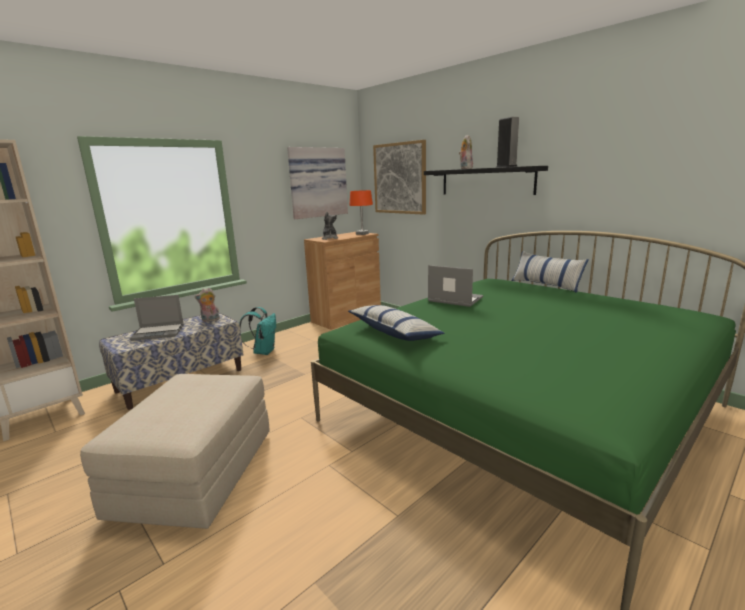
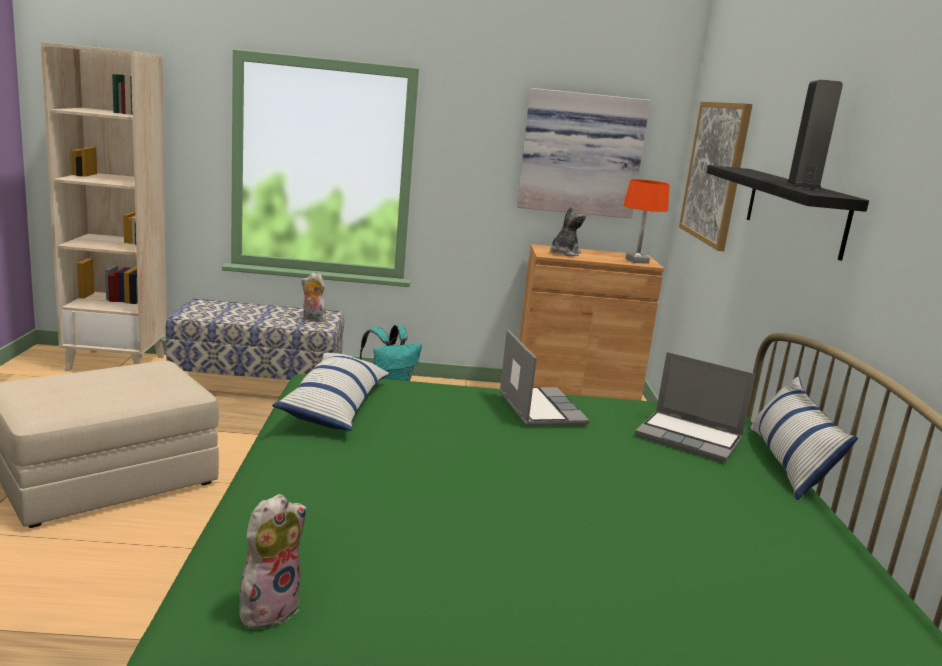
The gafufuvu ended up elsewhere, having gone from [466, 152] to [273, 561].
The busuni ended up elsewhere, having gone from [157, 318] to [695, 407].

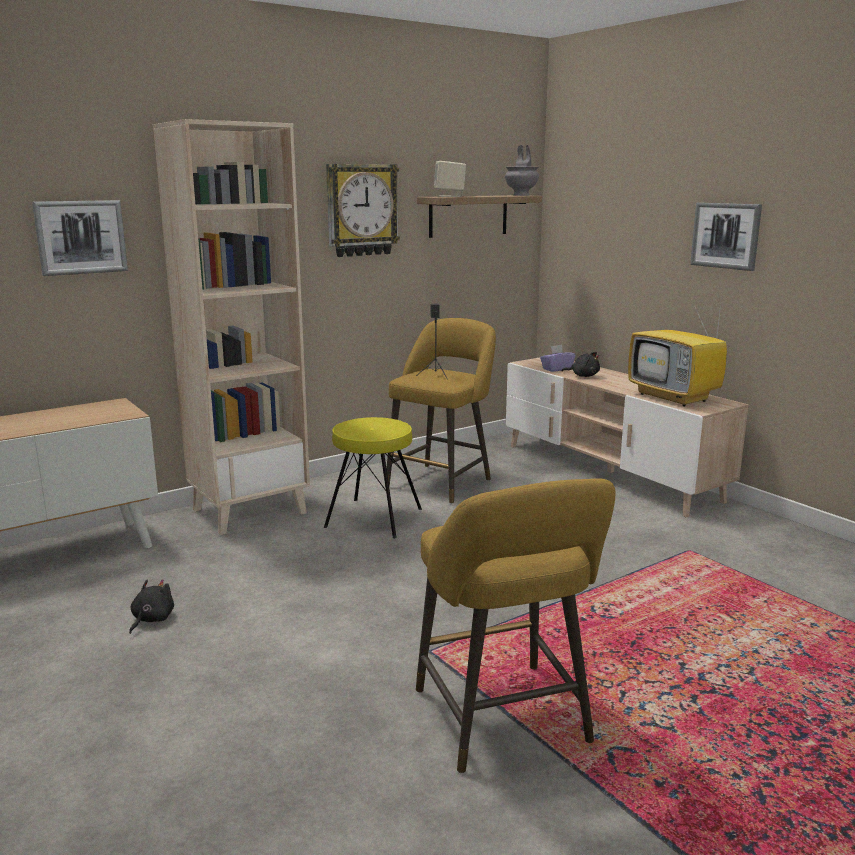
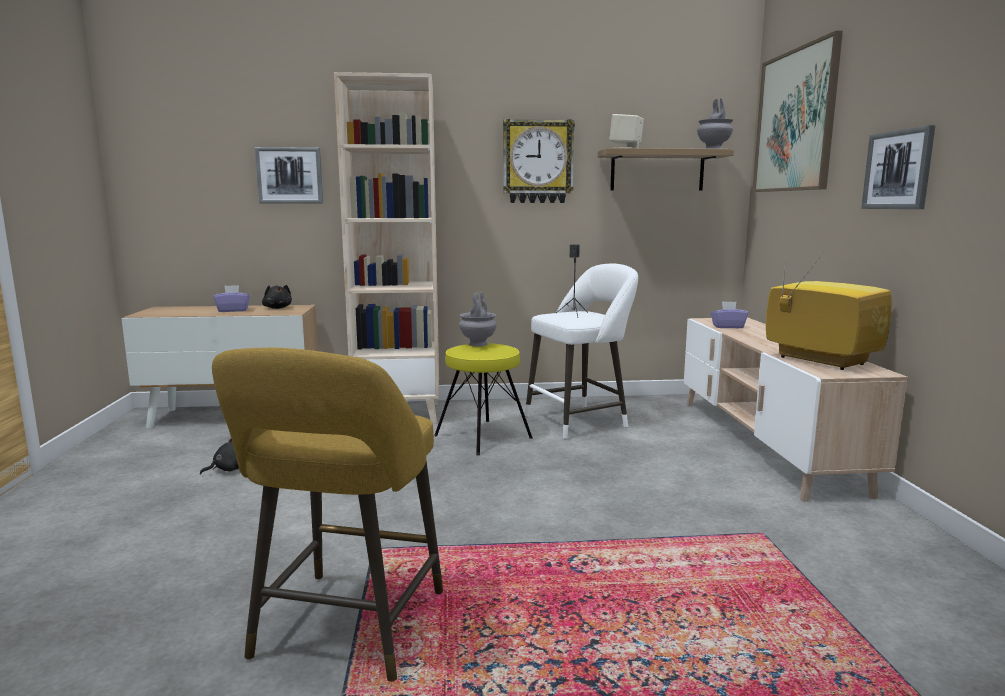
The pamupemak at [677, 350] ended up facing another way, 150 degrees clockwise from before.
What was the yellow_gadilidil at [441, 411] turned into the white_gadilidil at [581, 352].
The black_gafufuvu ended up elsewhere, having gone from [581, 364] to [277, 297].
The second view gained the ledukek at [797, 111].
The second view gained the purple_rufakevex at [231, 298].
The second view gained the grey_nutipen at [478, 319].

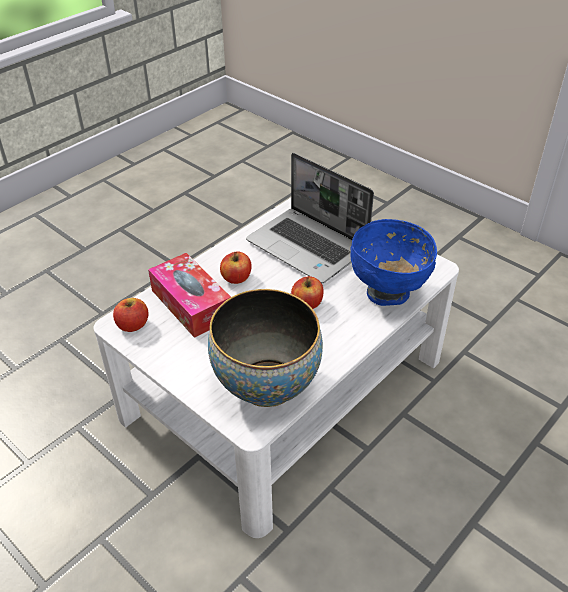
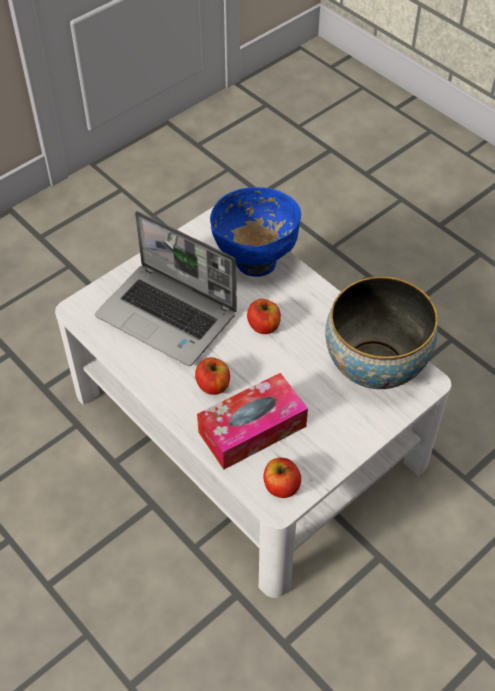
The busuni at [310, 218] ended up facing another way, 75 degrees clockwise from before.

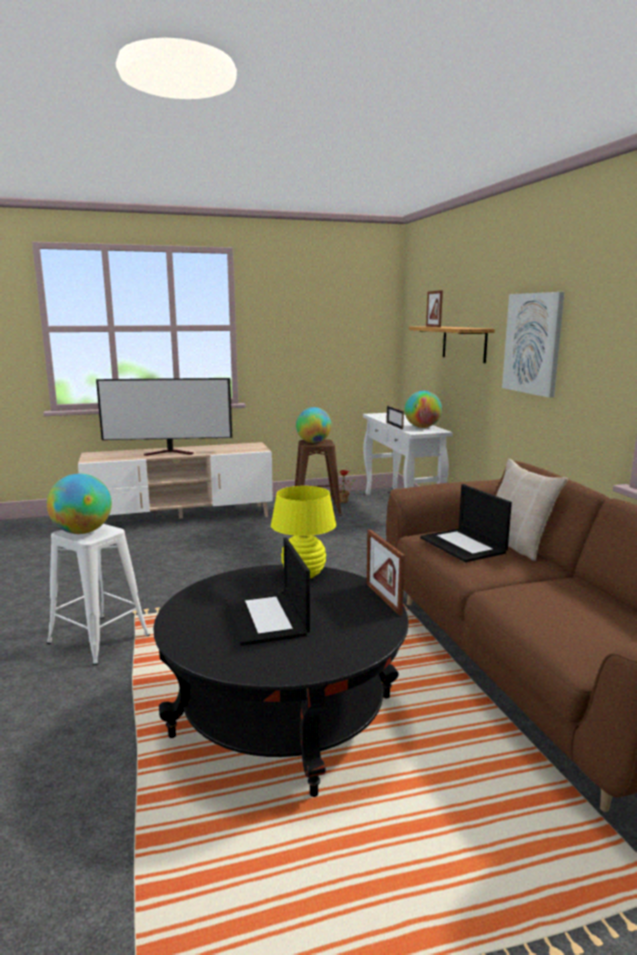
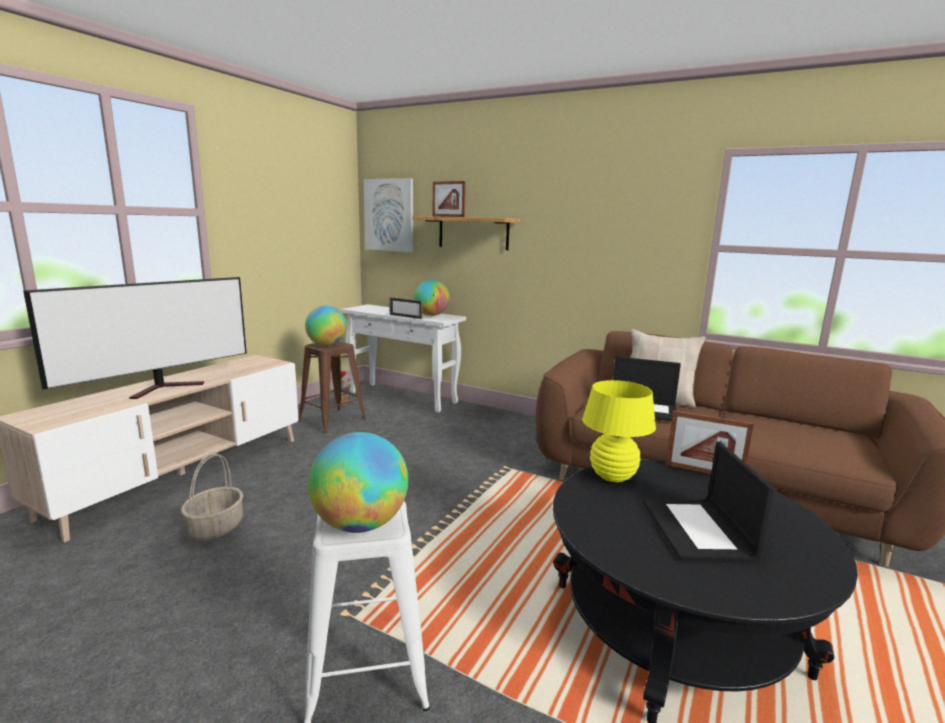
The ledukek ended up elsewhere, having gone from [533, 345] to [388, 215].
The busuni at [268, 591] ended up facing another way, 60 degrees clockwise from before.
The second view gained the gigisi at [212, 496].

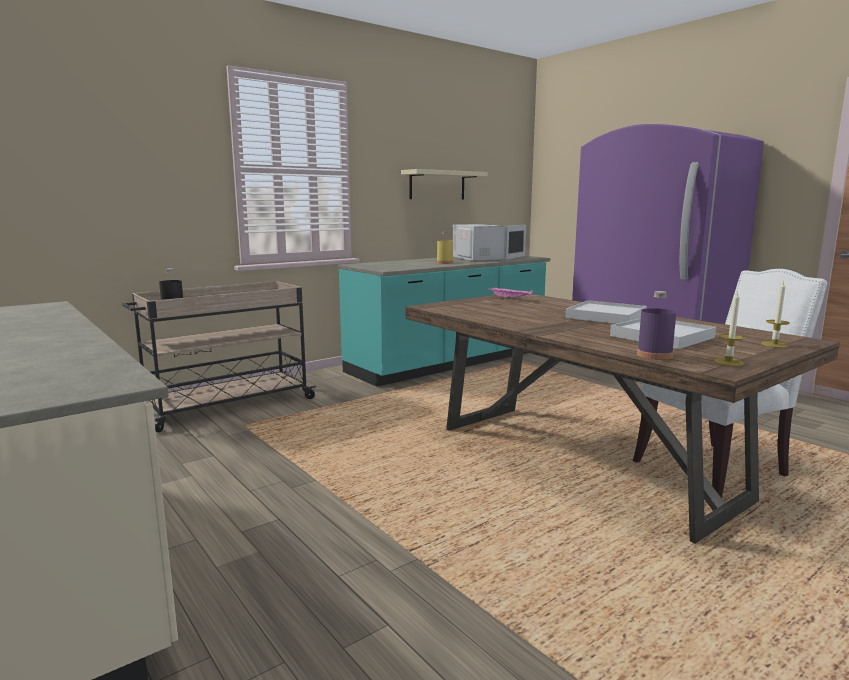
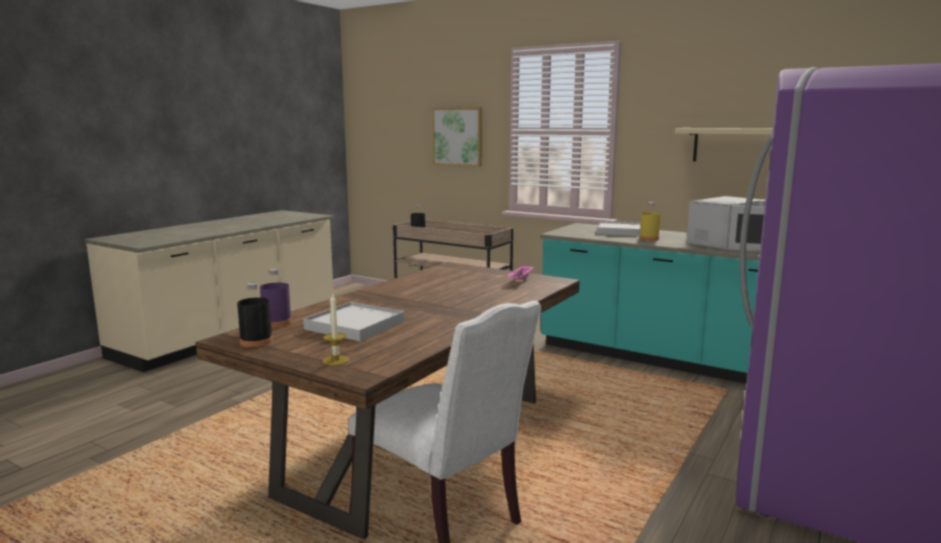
Where the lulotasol stood at [729, 328], the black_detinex came to stand at [255, 315].
The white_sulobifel ended up elsewhere, having gone from [606, 312] to [619, 228].
The second view gained the ledukek at [457, 137].

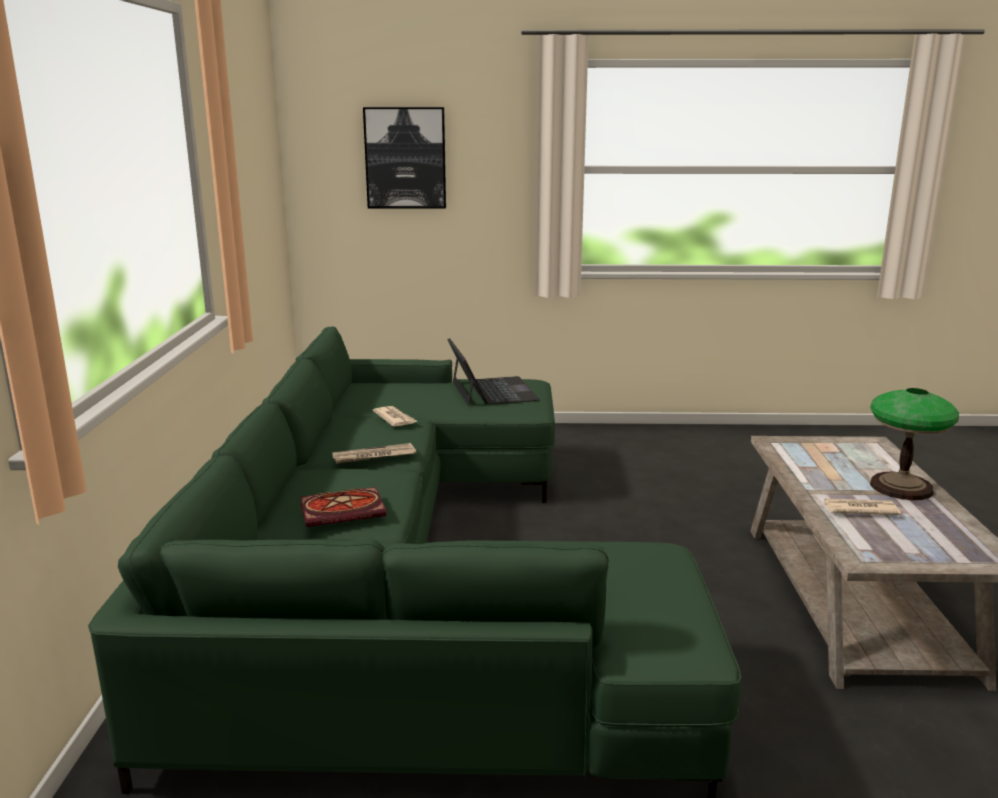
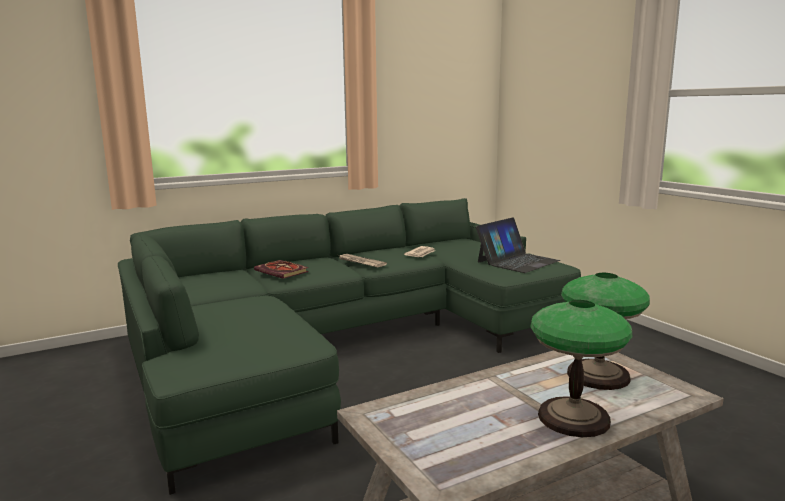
The second view lost the ledukek at [404, 158].
The second view lost the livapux at [862, 506].
The second view gained the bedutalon at [605, 331].

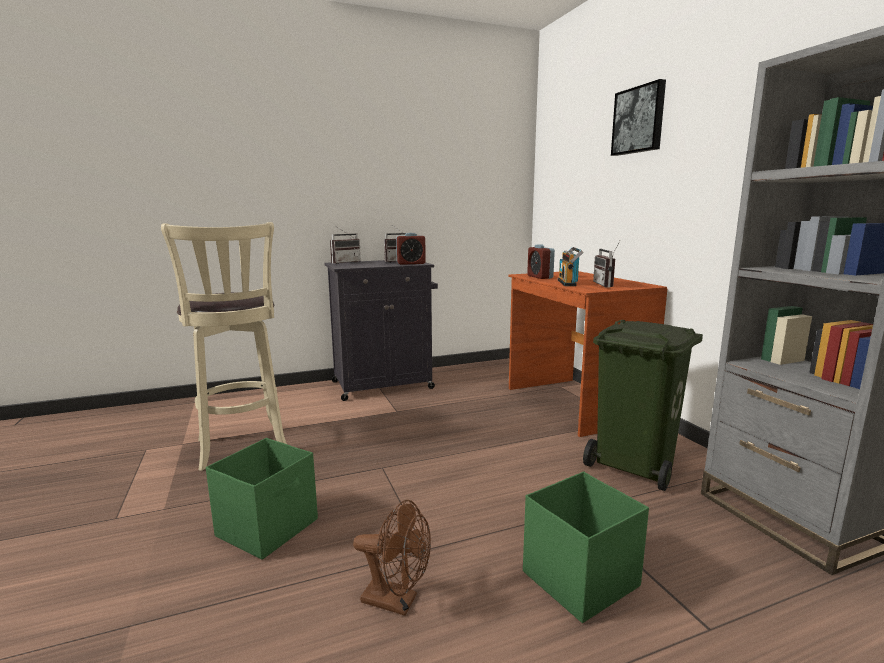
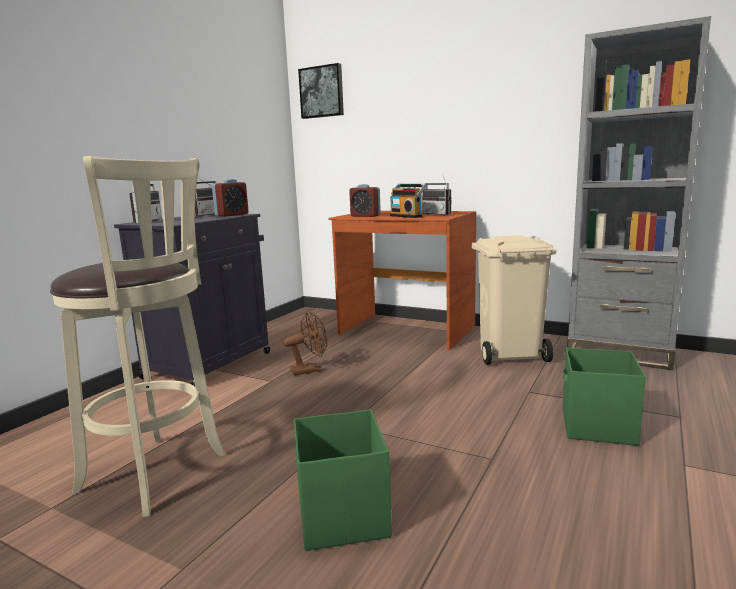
The ledukek ended up elsewhere, having gone from [638, 117] to [321, 91].
What was the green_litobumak at [643, 405] turned into the beige_litobumak at [513, 300].
The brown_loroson ended up elsewhere, having gone from [392, 558] to [305, 343].

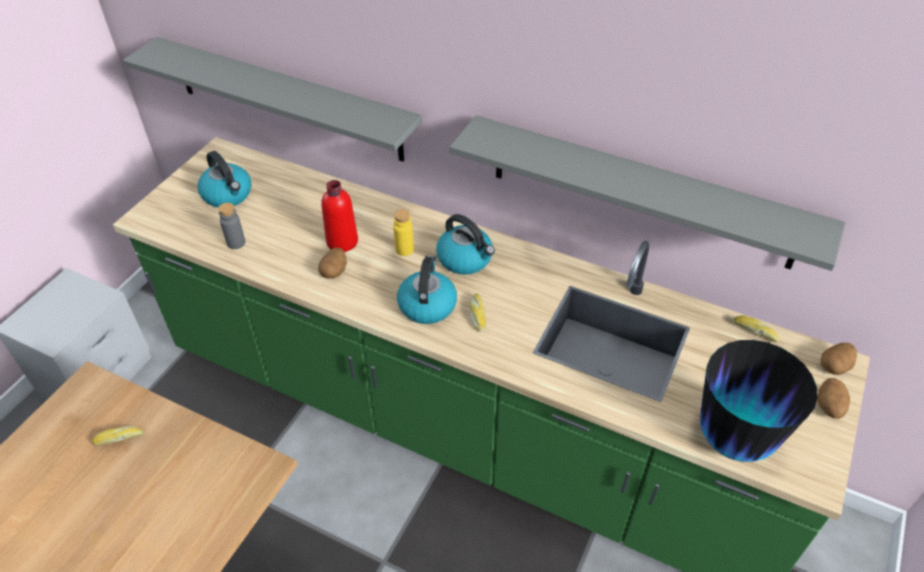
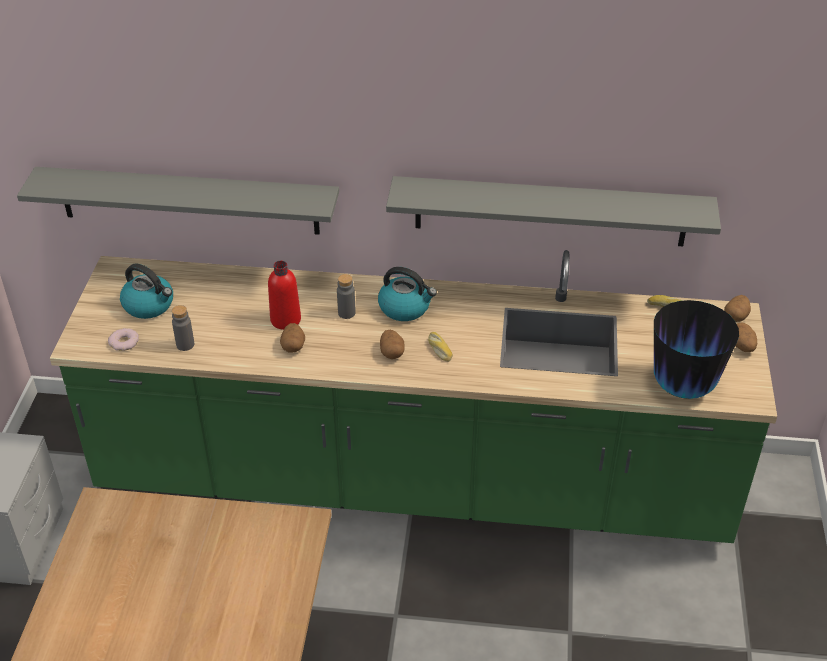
What was the yellow_detinex at [403, 232] turned into the grey_detinex at [346, 296].
Where the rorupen stood at [427, 289], the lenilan came to stand at [392, 344].
The second view lost the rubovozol at [118, 436].
The second view gained the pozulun at [123, 339].

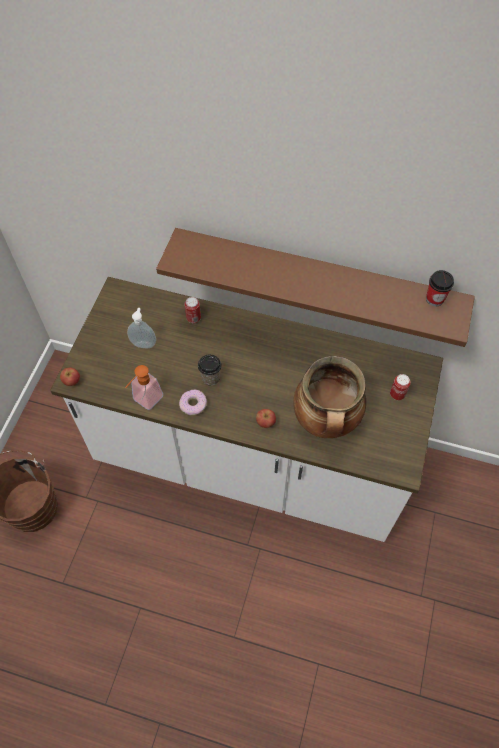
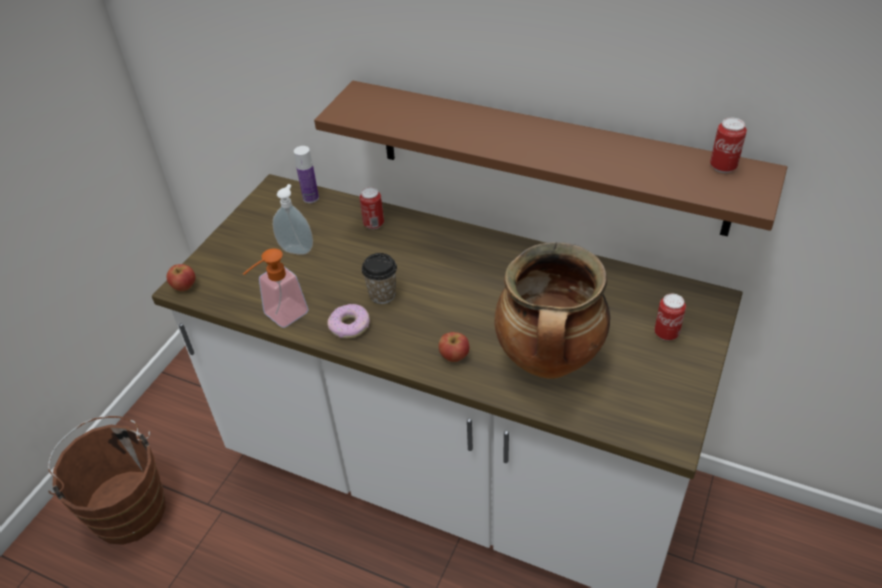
Where the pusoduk stood at [440, 288], the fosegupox came to stand at [728, 145].
The second view gained the detinex at [306, 174].

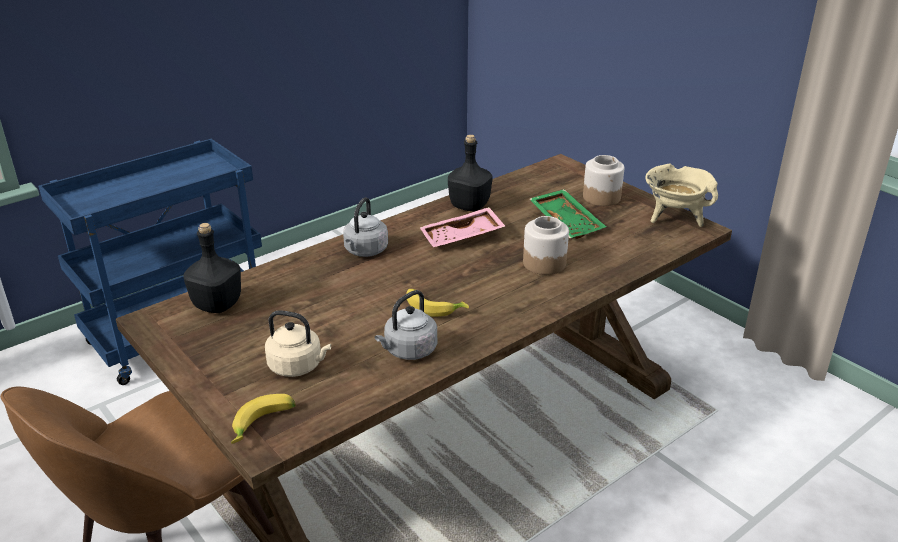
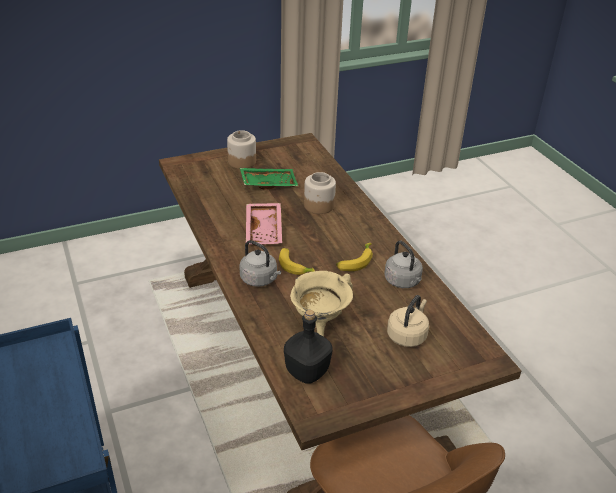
The second view lost the black_detinex at [470, 172].
The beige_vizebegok ended up elsewhere, having gone from [681, 195] to [321, 304].
The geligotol ended up elsewhere, having gone from [263, 419] to [297, 261].

